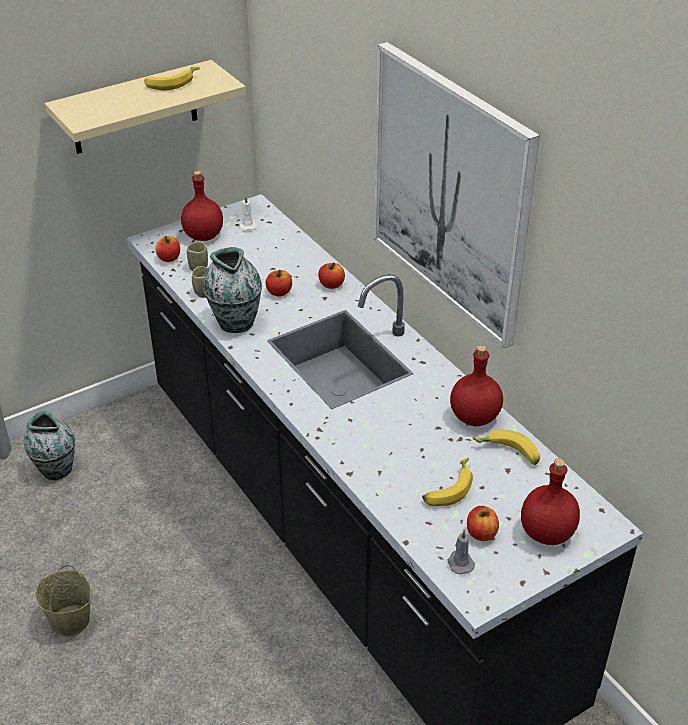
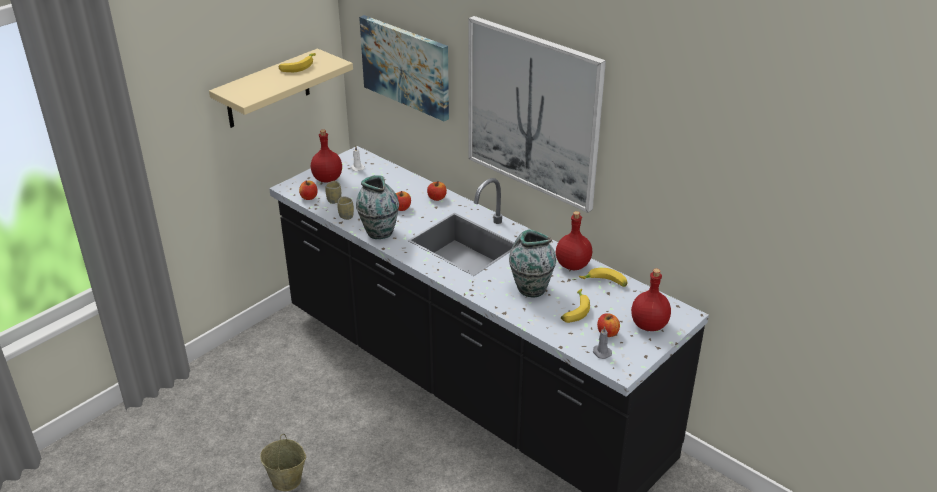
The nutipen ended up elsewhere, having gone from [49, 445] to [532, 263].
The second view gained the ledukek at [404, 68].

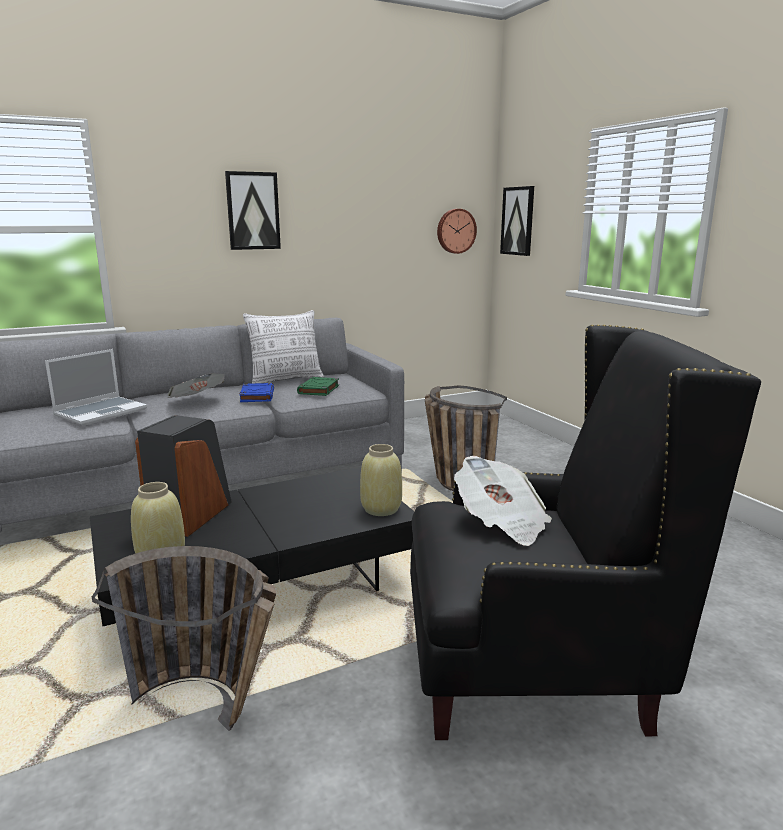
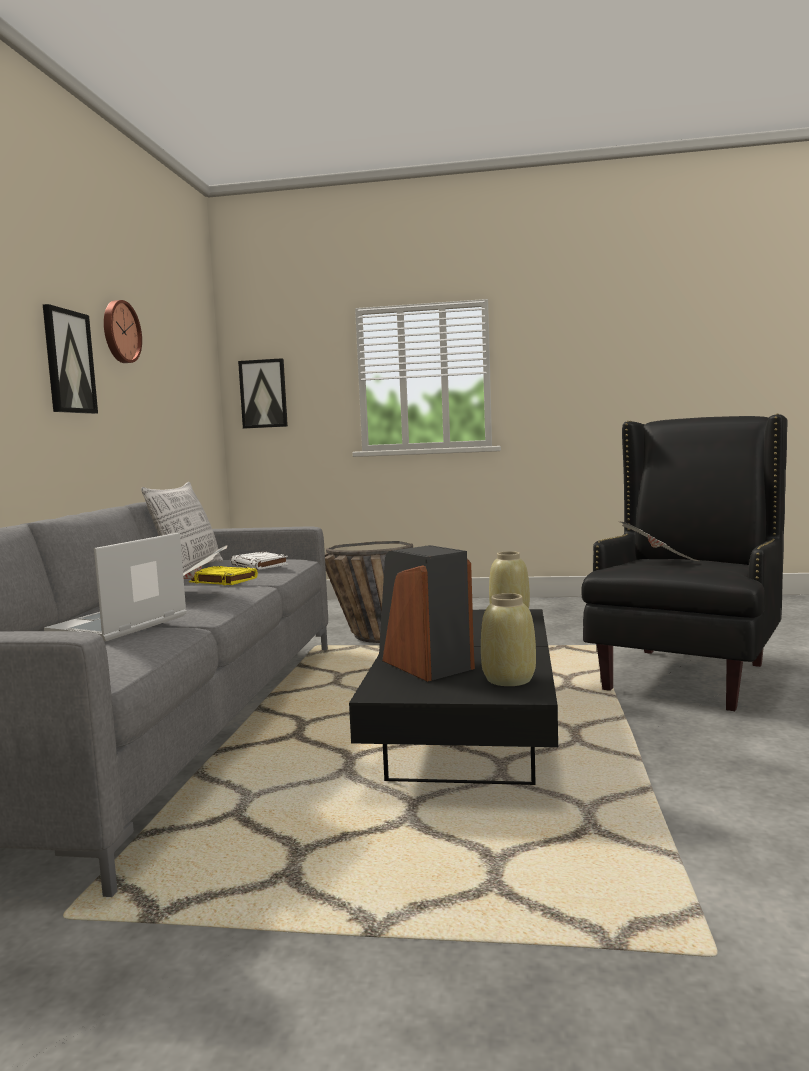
The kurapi ended up elsewhere, having gone from [457, 231] to [123, 331].
The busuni at [96, 387] ended up facing another way, 135 degrees counterclockwise from before.
What was the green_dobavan at [318, 386] turned into the white_dobavan at [259, 561].
What was the blue_dobavan at [257, 392] turned into the yellow_dobavan at [223, 575].
The second view lost the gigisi at [184, 638].

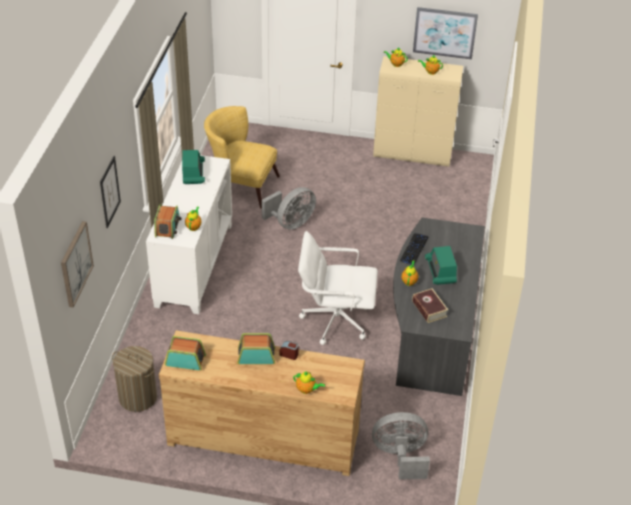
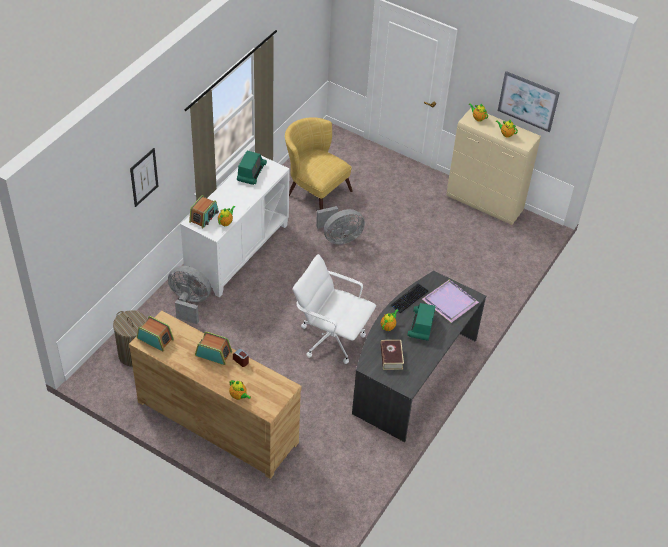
The second view lost the ledukek at [77, 264].
The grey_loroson ended up elsewhere, having gone from [401, 446] to [189, 295].
The second view gained the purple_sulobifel at [450, 301].

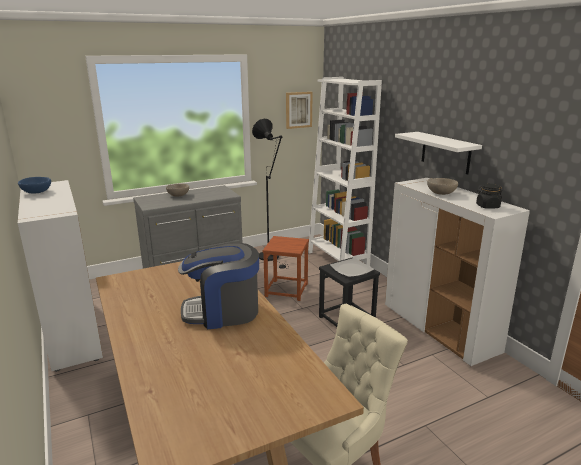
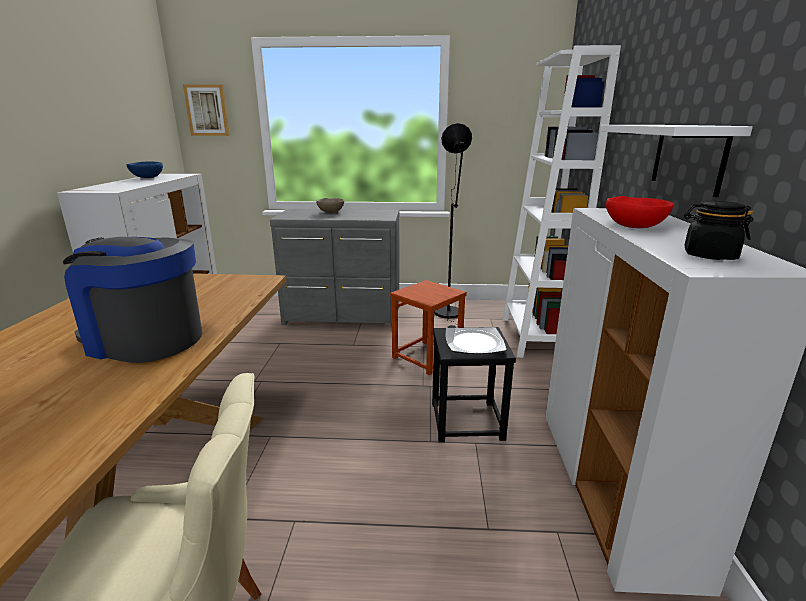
The ledukek ended up elsewhere, having gone from [299, 110] to [206, 110].
What was the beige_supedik at [442, 186] turned into the red_supedik at [639, 212].

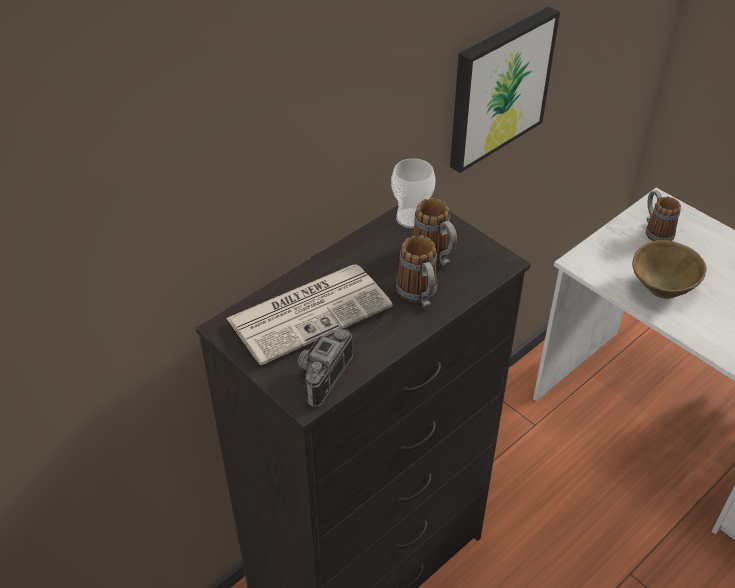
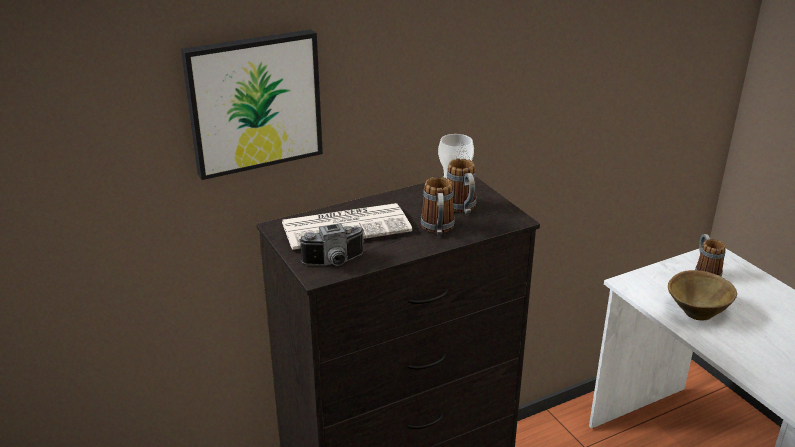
The ledukek ended up elsewhere, having gone from [505, 90] to [252, 104].
The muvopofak at [325, 368] ended up facing another way, 150 degrees counterclockwise from before.

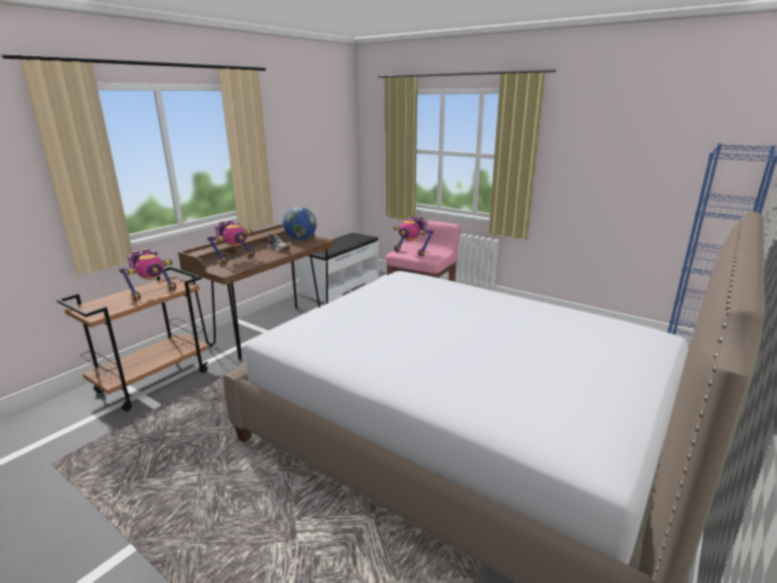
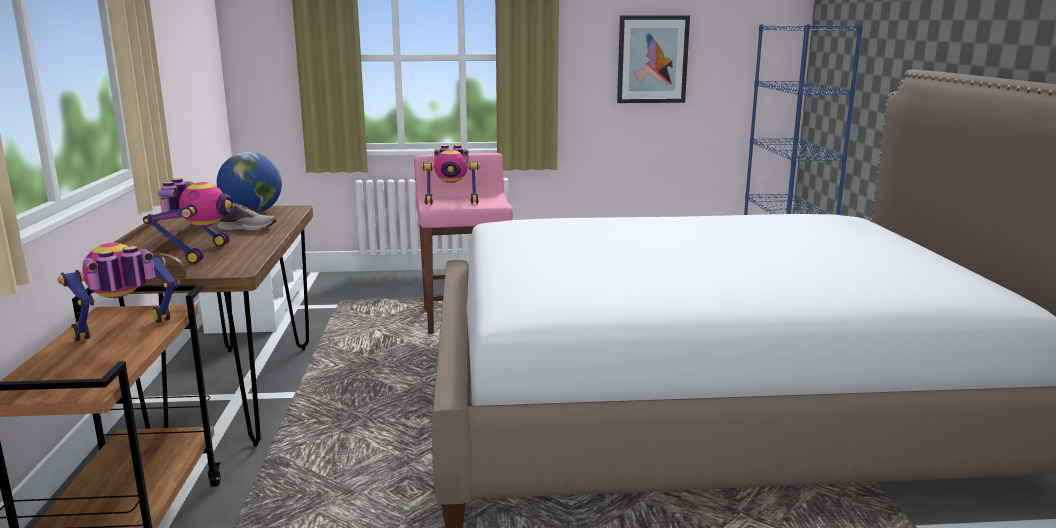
The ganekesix at [147, 274] ended up facing another way, 135 degrees counterclockwise from before.
The second view gained the ledukek at [653, 59].

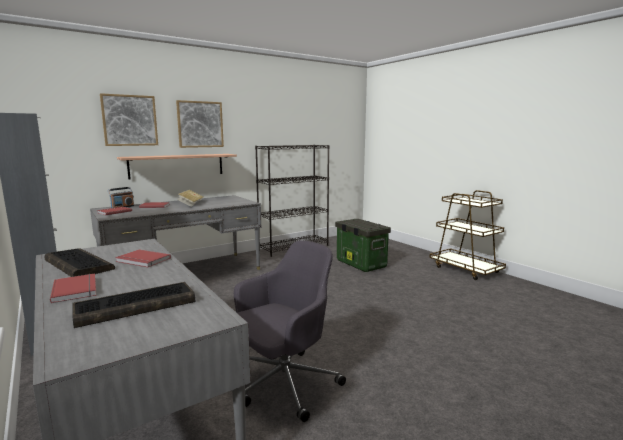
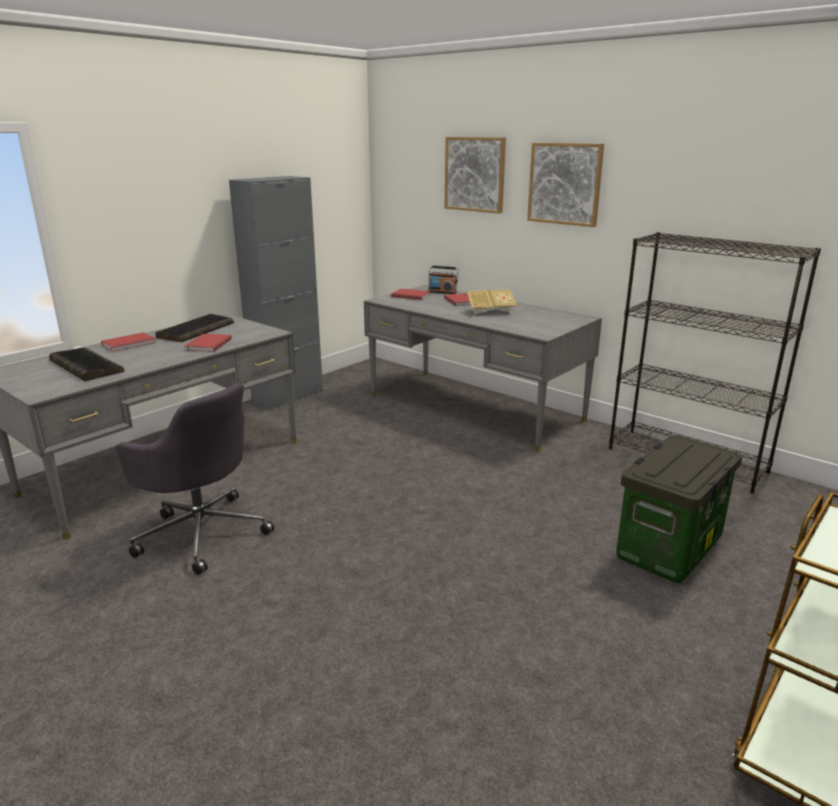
The second view lost the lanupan at [177, 167].

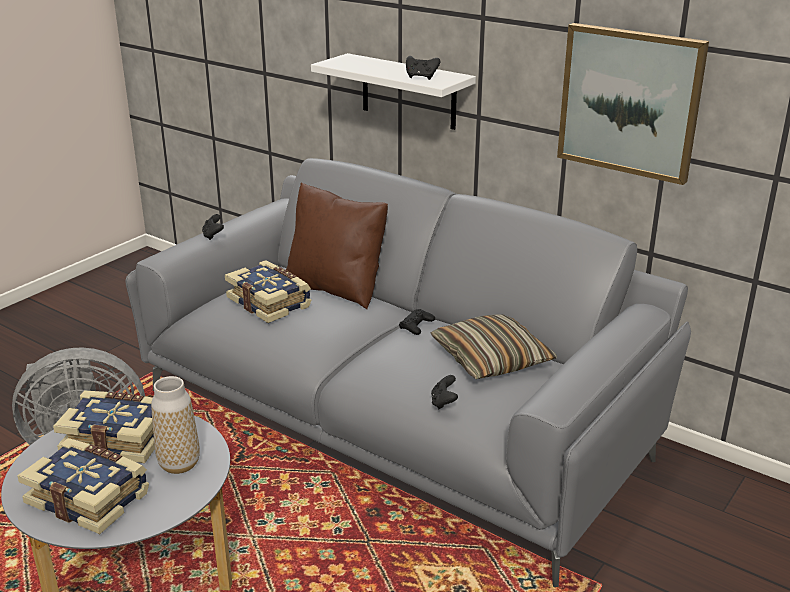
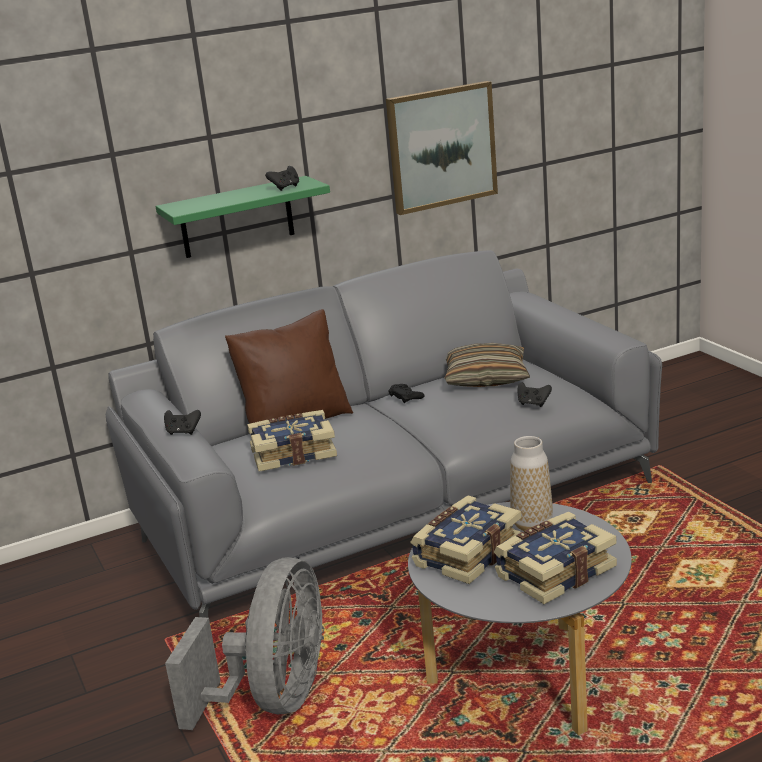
What was the white_lanupan at [393, 91] turned into the green_lanupan at [243, 217].

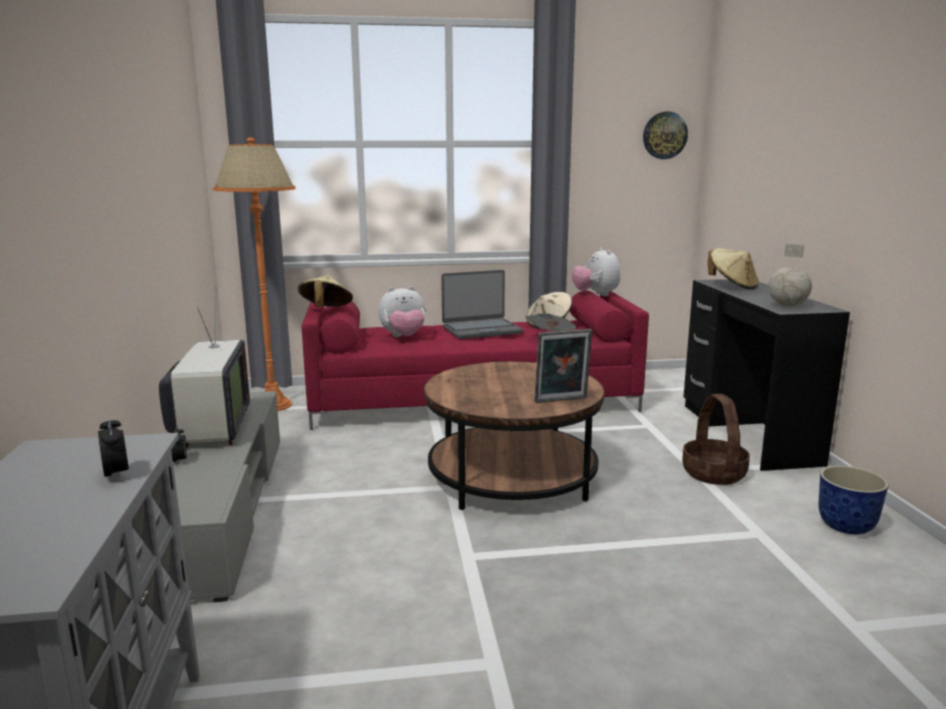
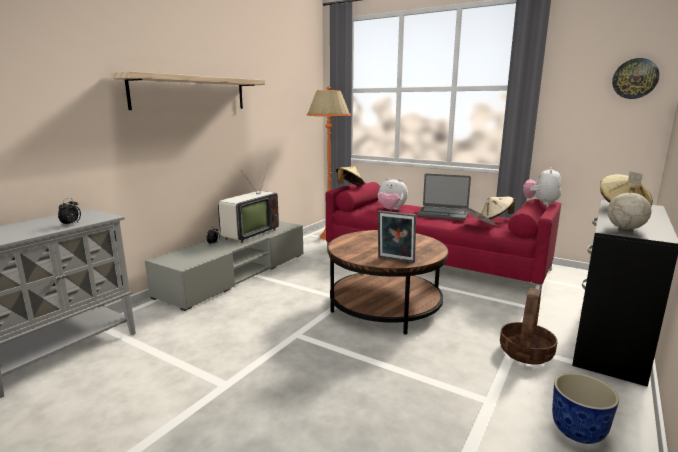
The second view gained the lanupan at [188, 90].

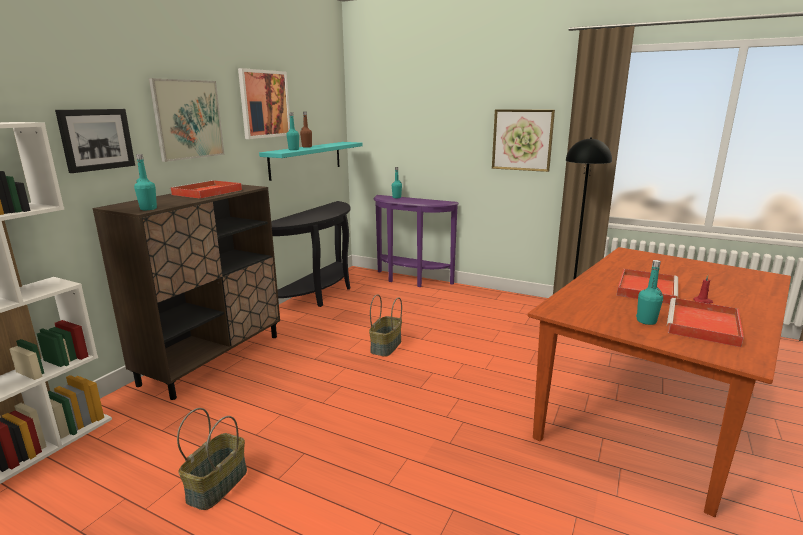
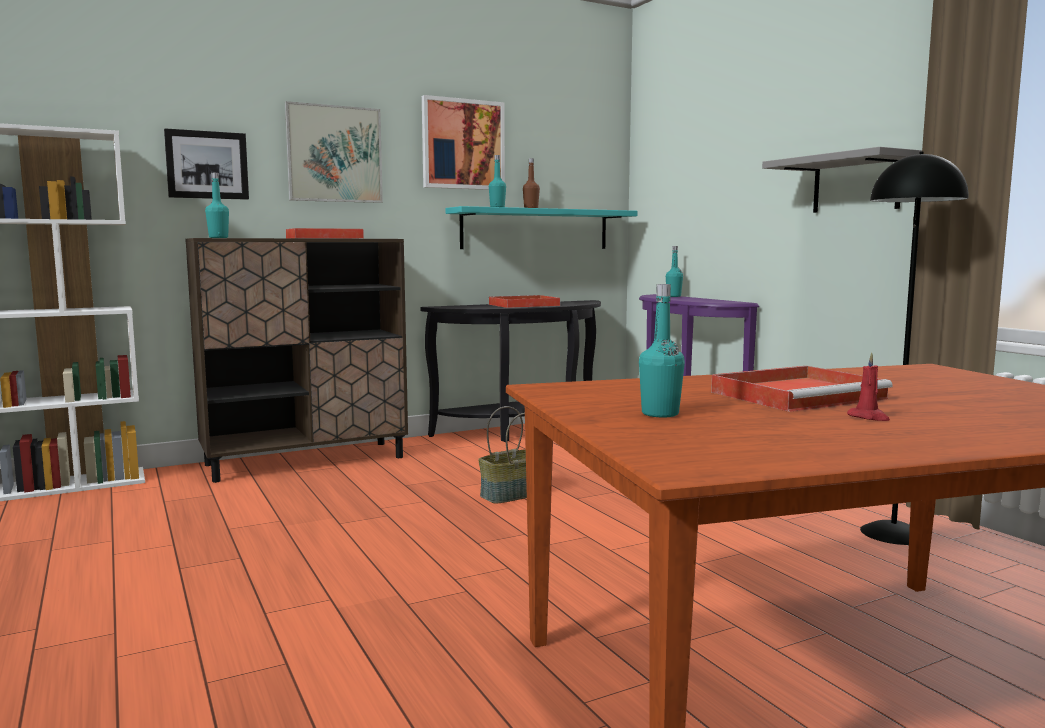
Where the ledukek hung at [523, 141], the grey_lanupan came to hang at [842, 180].
The red_sulobifel ended up elsewhere, having gone from [705, 322] to [524, 301].
The second view lost the gigisi at [212, 459].

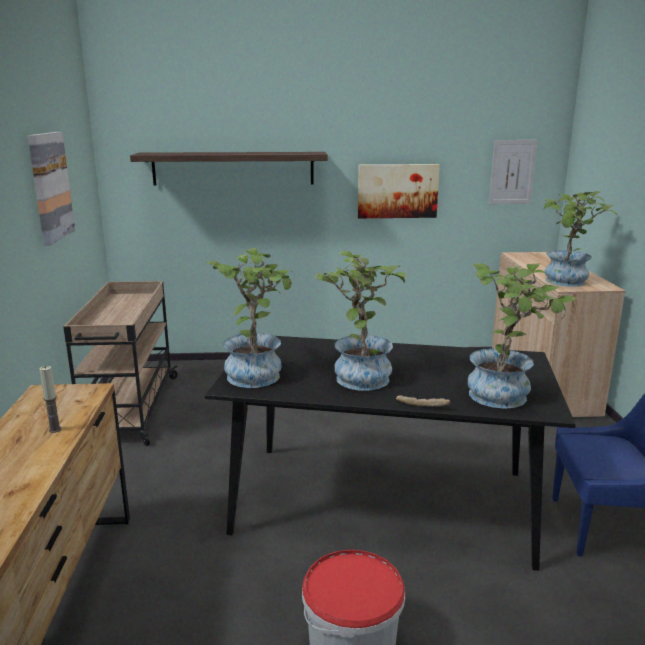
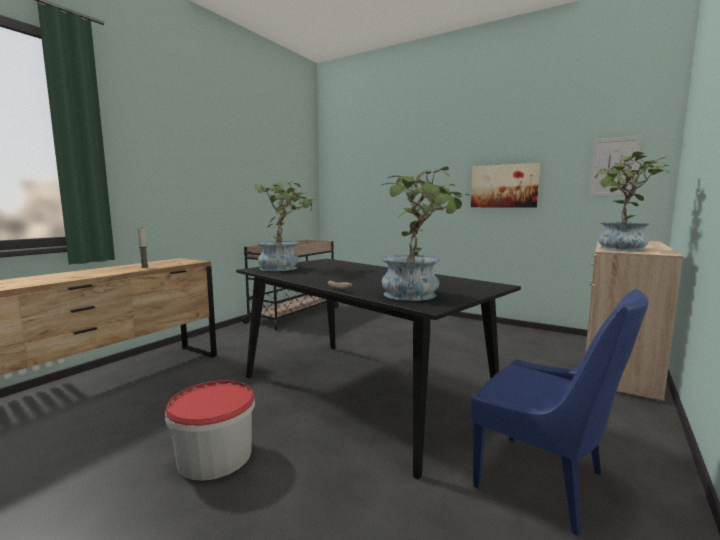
The second view lost the ledukek at [51, 189].
The second view lost the lanupan at [229, 169].
The second view lost the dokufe at [359, 320].

